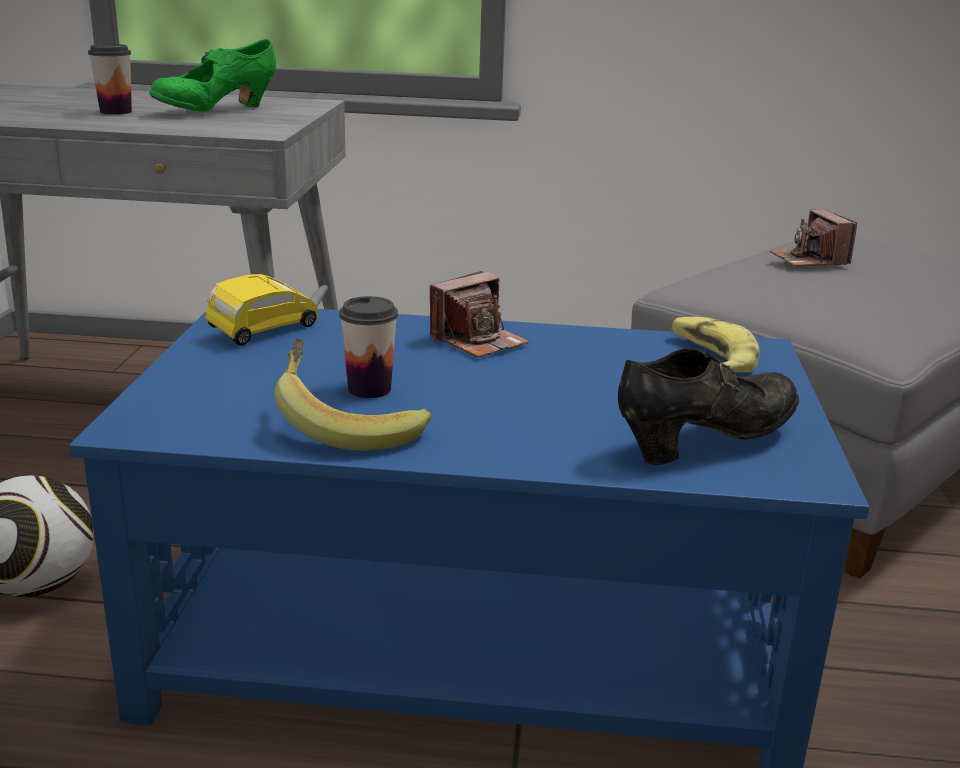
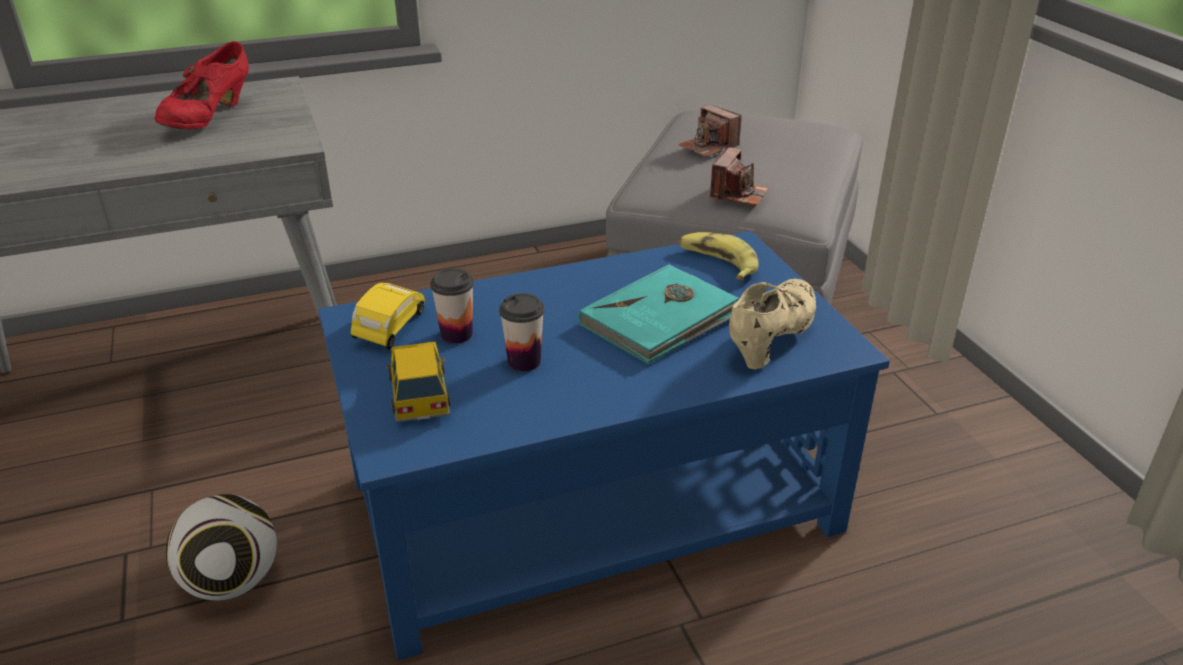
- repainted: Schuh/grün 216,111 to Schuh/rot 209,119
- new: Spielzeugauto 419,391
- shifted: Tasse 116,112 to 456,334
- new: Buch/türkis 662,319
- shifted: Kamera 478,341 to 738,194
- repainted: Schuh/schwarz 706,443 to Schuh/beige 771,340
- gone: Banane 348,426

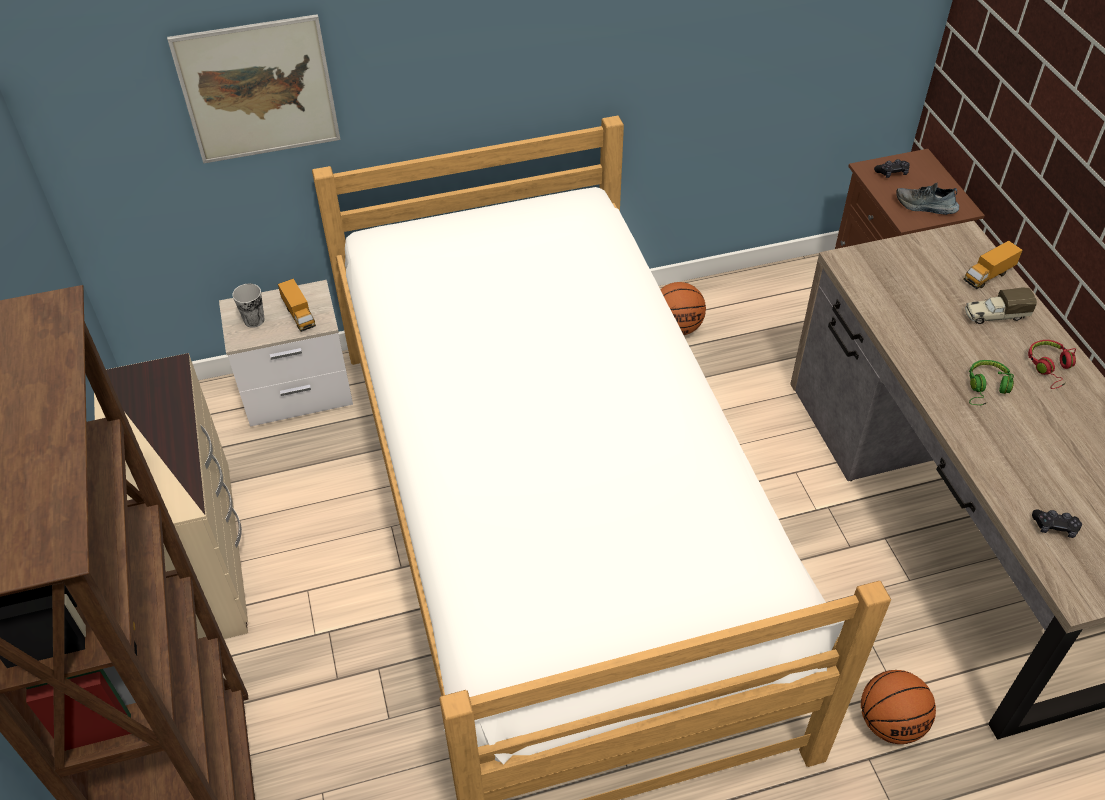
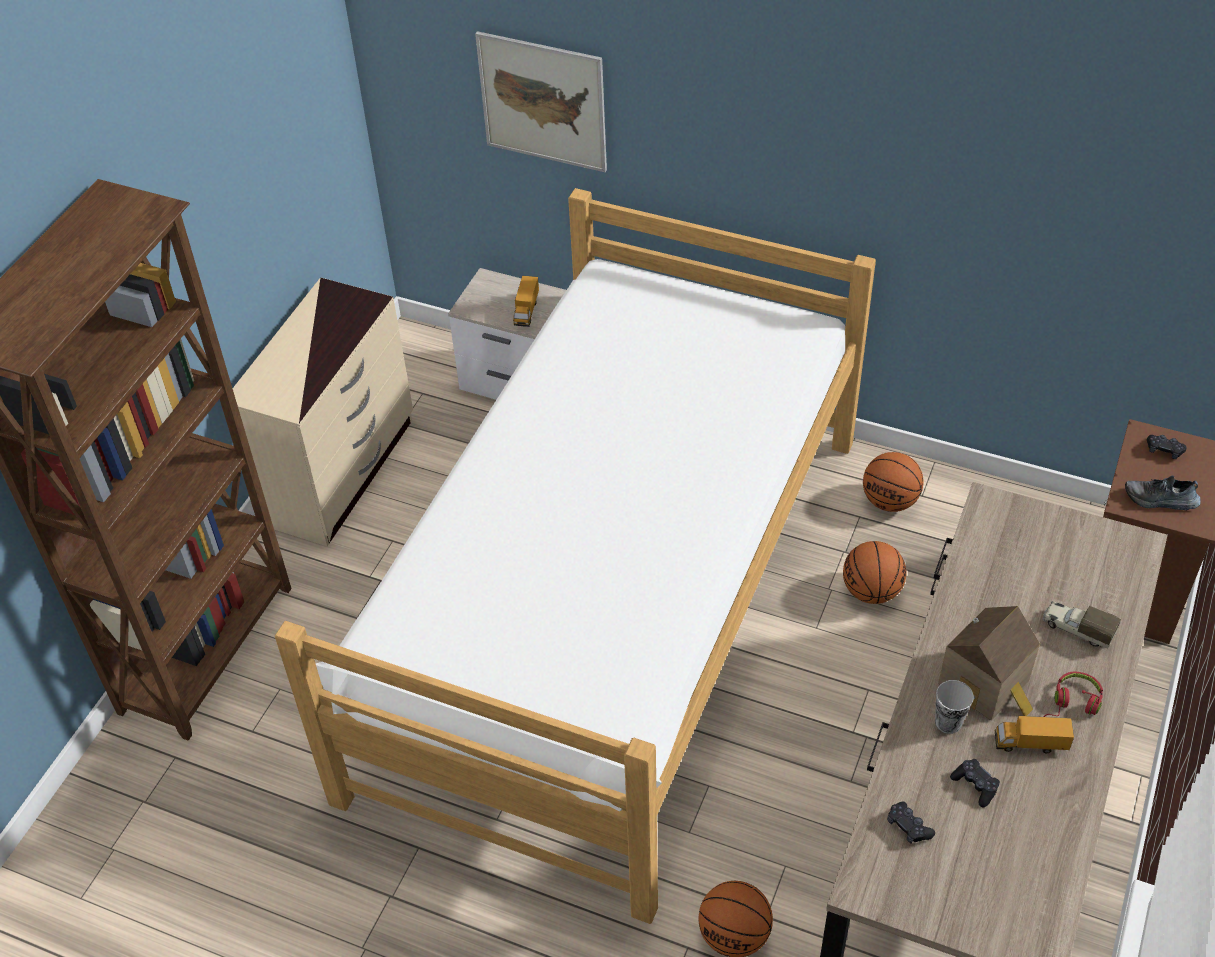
- new: Basketball 871,591
- shifted: Tasse 254,320 to 948,722
- swapped: Kopfhörer/grün 986,388 to Spielzeughaus 987,684
- new: Gamepad/schwarz 975,785
- shifted: Spielzeuglaster 988,276 to 1030,744
- rotated: Schuh 925,206 = 1160,500 45 degrees counterclockwise

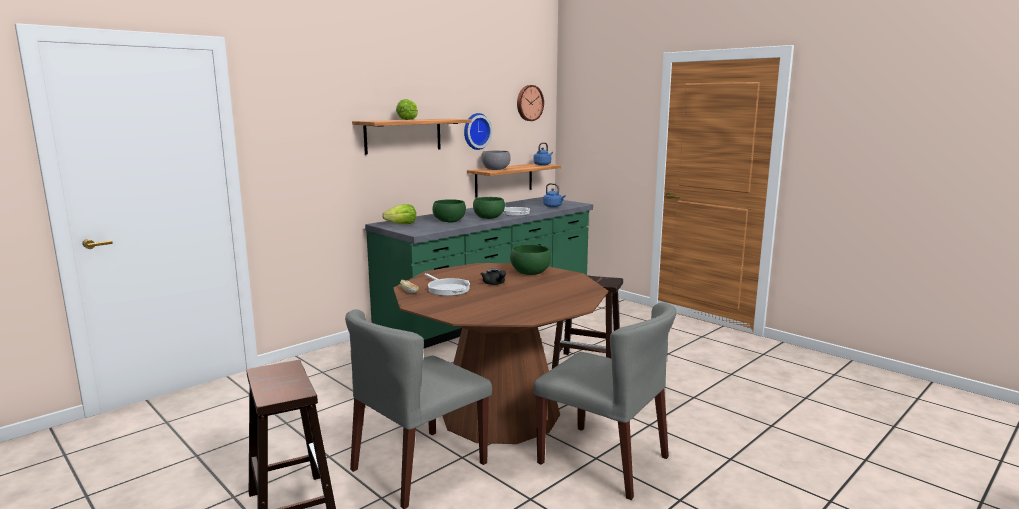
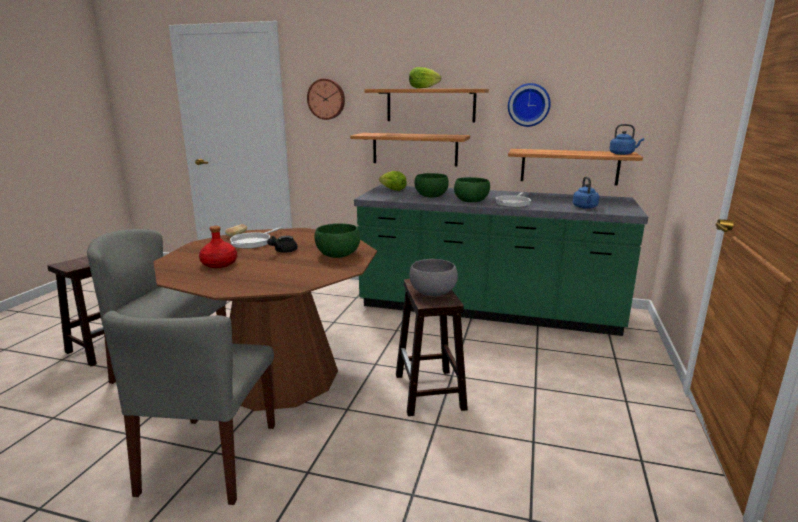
- new: Flasche/rot 220,264
- shifted: Wanduhr 529,103 to 326,99
- new: Wandregal 414,149
- shifted: Schüssel/grau 496,169 to 433,292

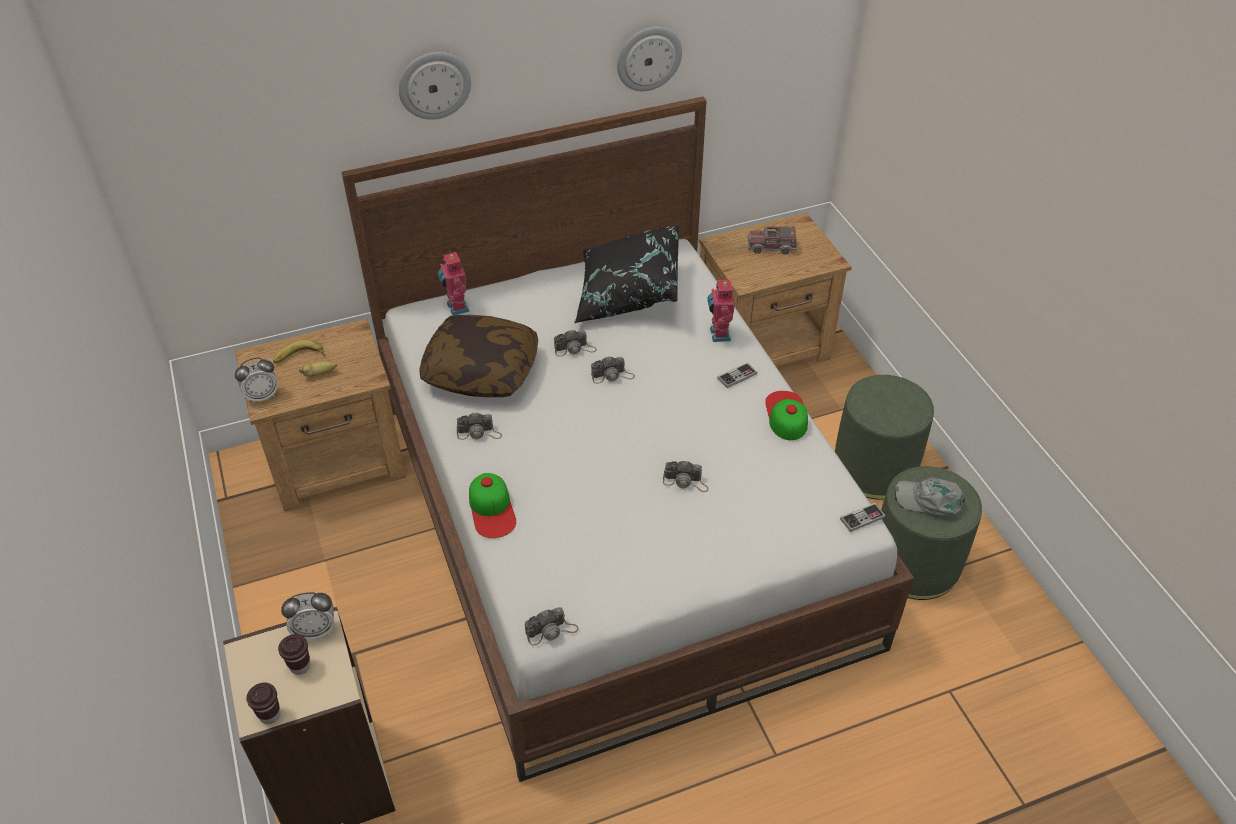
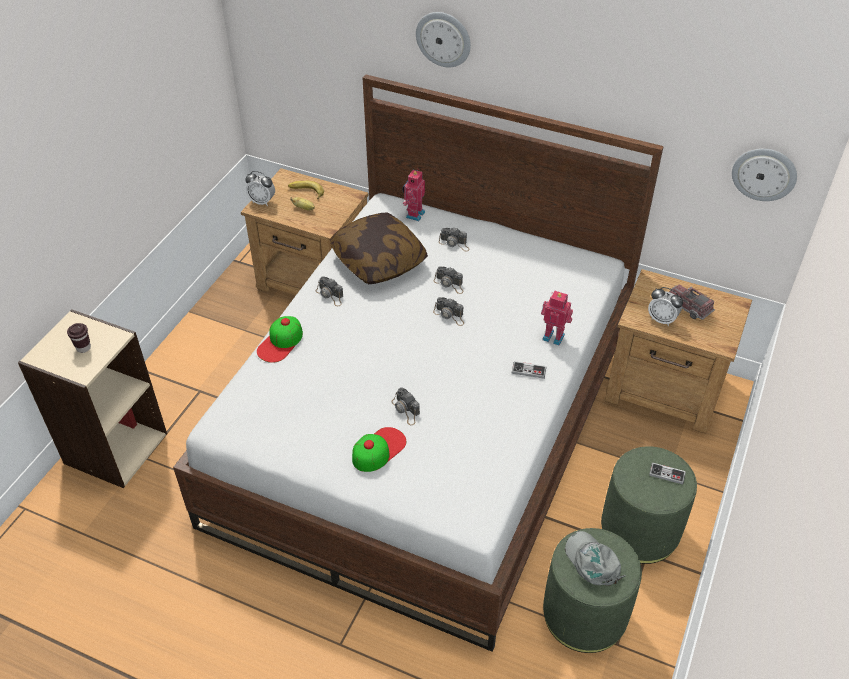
- shifted: Kappe 786,415 to 378,449
- shifted: Kamera 551,631 to 454,243
- rotated: Spielzeugroboter 718,334 = 554,336 75 degrees clockwise
- shifted: Wecker 315,631 to 661,319
- shifted: Gamepad 862,518 to 667,474
- shifted: Wanduhr 648,58 to 764,174
- gone: Tasse/braun 270,715
- gone: Kissen/schwarz 627,294

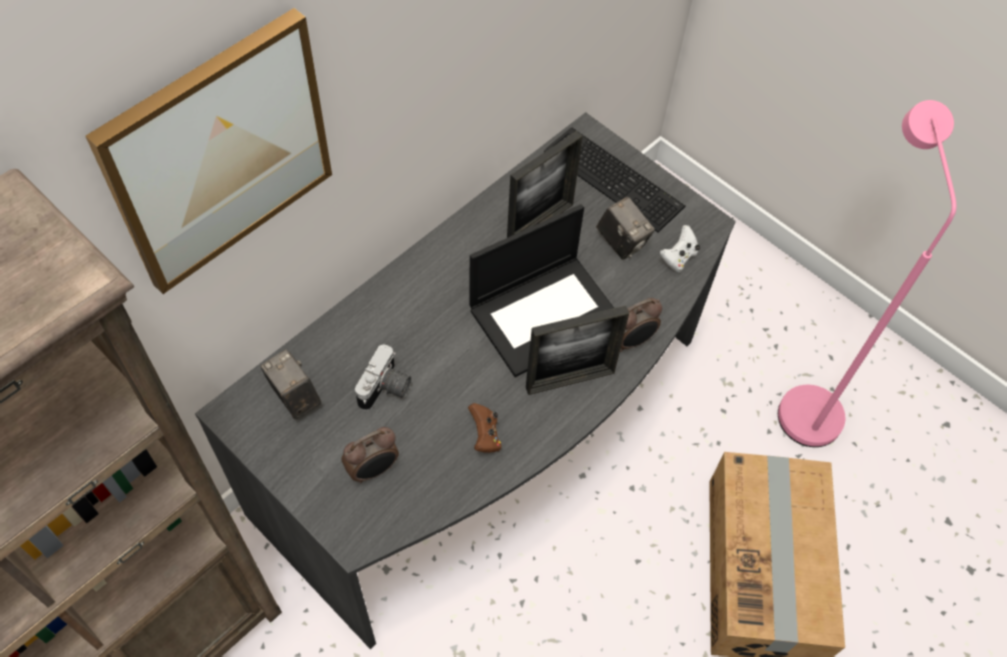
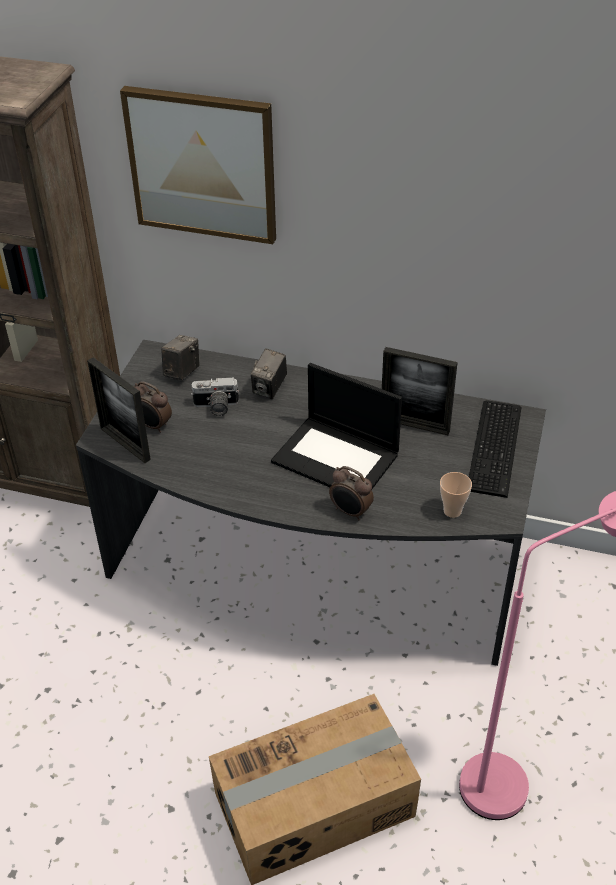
- shifted: Bilderrahmen 570,380 to 125,444
- shifted: Kamera 622,242 to 269,388
- swapped: Gamepad/weiß 678,257 to Tasse 452,511
- gone: Gamepad/braun 485,436

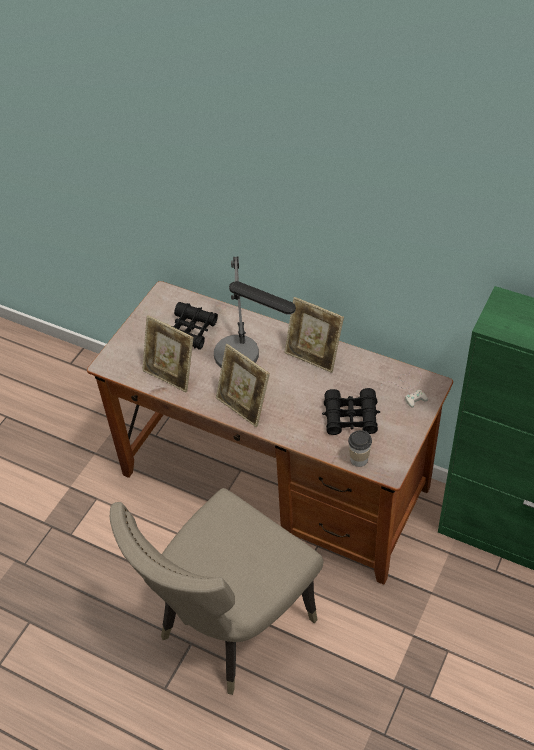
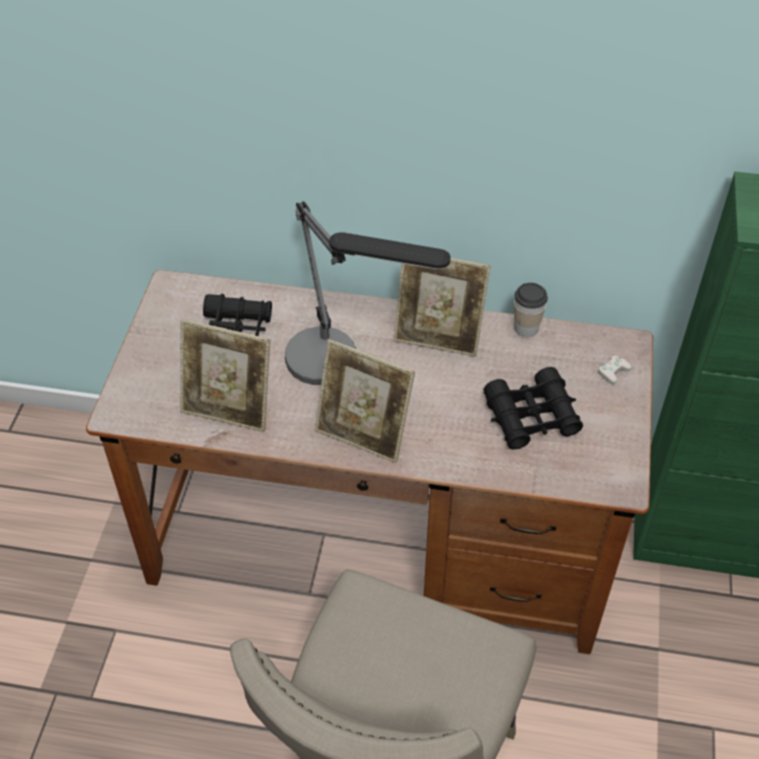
- shifted: Tasse 359,459 to 526,328

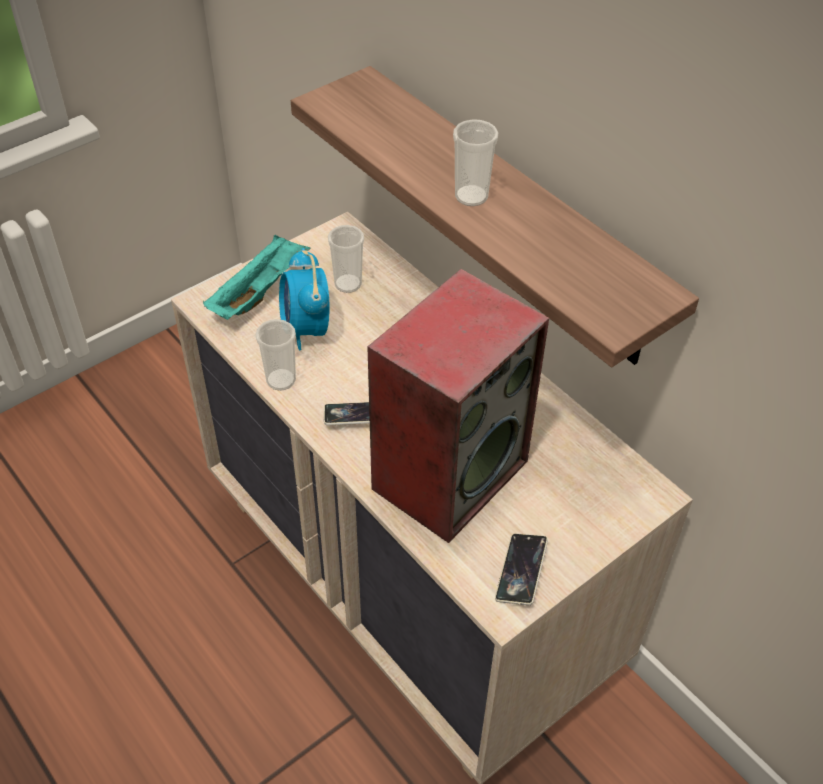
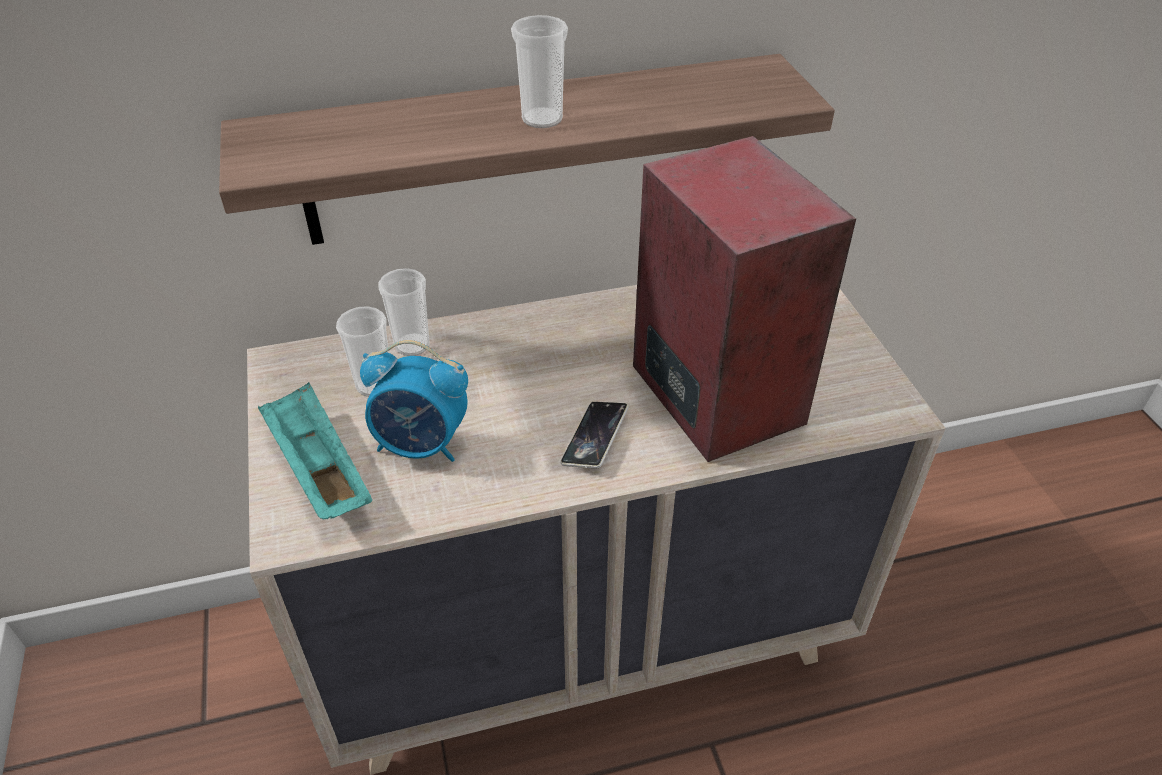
- shifted: Tasse 281,380 to 412,345
- gone: Handy 521,571

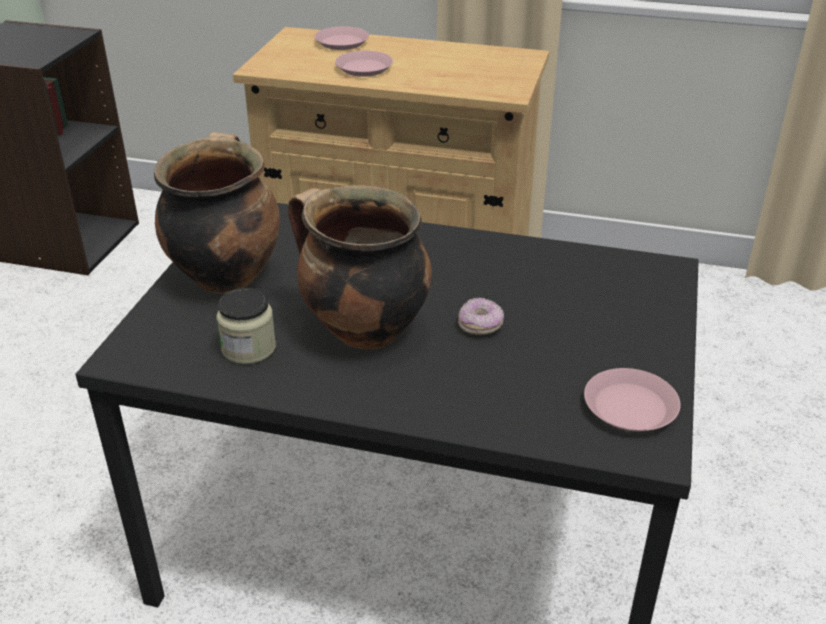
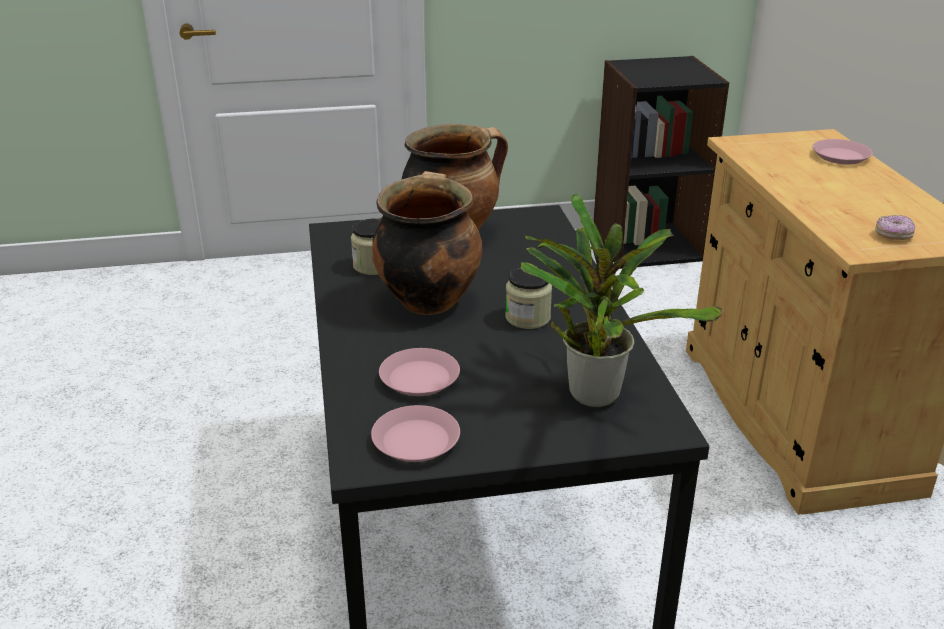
- shifted: Teller/rosa 364,68 to 419,379
- new: Vorratsglas 527,318
- new: Topfpflanze 592,391
- shifted: Donut 480,326 to 893,236

